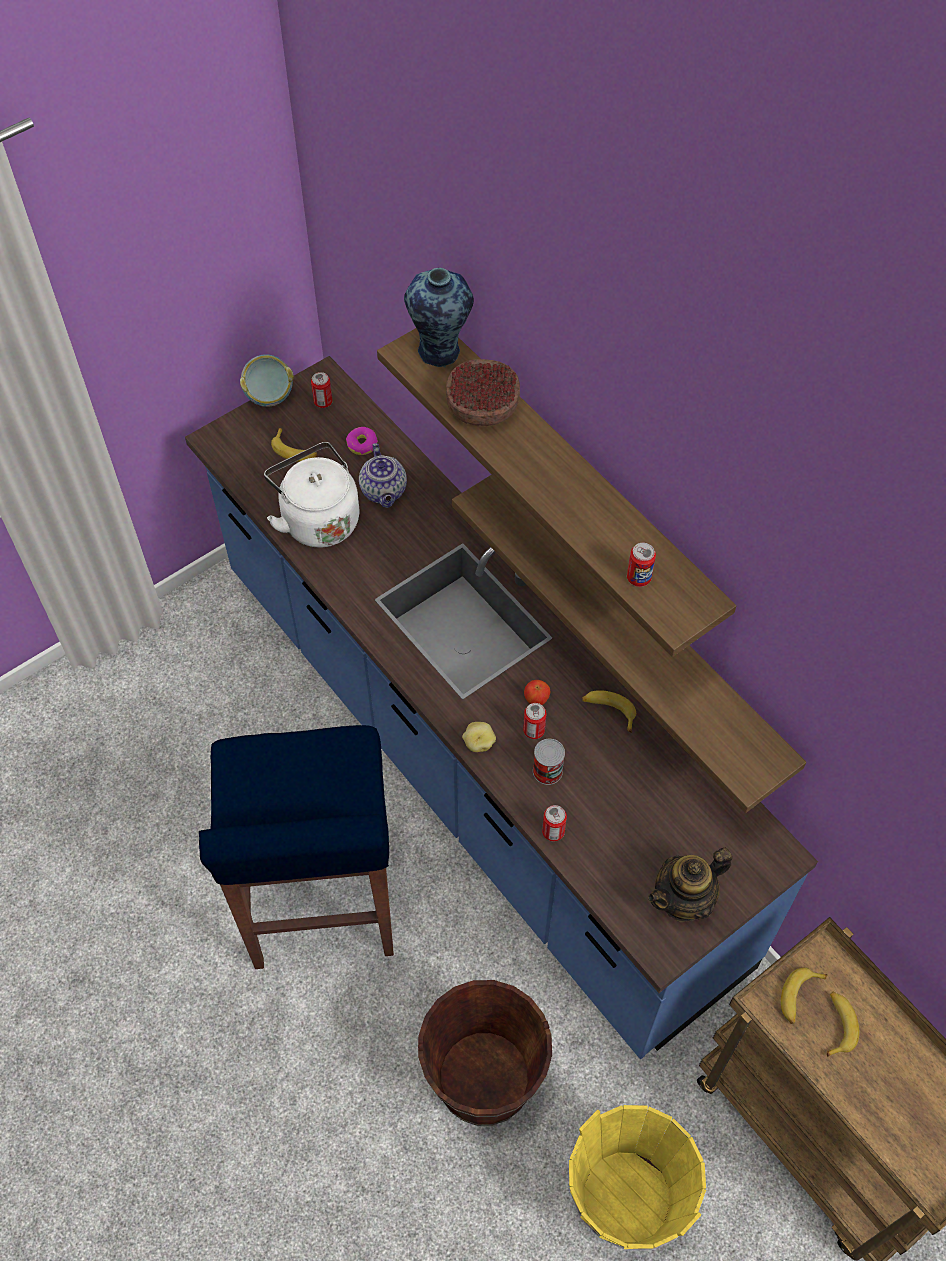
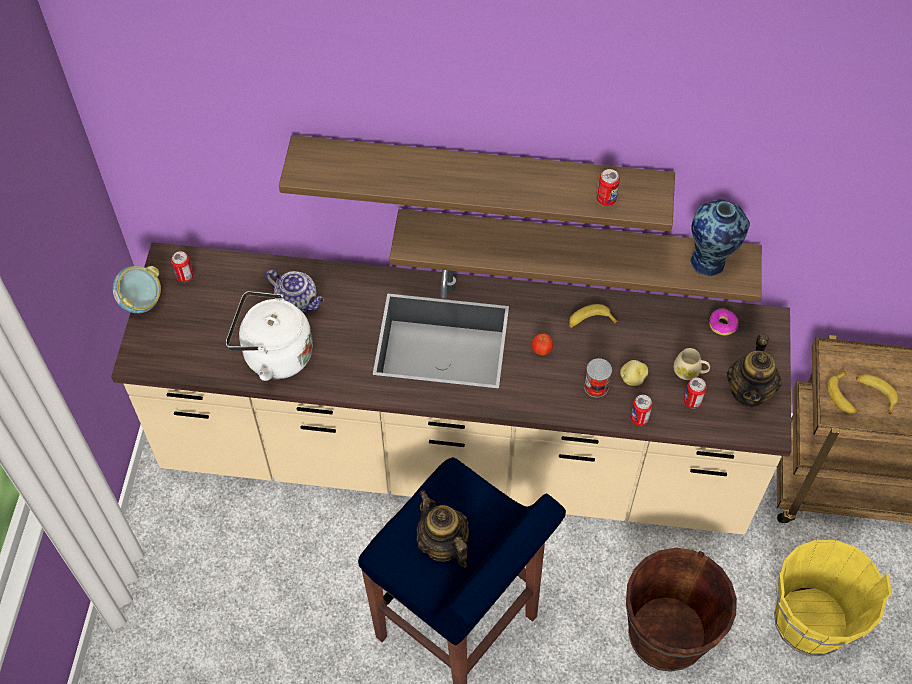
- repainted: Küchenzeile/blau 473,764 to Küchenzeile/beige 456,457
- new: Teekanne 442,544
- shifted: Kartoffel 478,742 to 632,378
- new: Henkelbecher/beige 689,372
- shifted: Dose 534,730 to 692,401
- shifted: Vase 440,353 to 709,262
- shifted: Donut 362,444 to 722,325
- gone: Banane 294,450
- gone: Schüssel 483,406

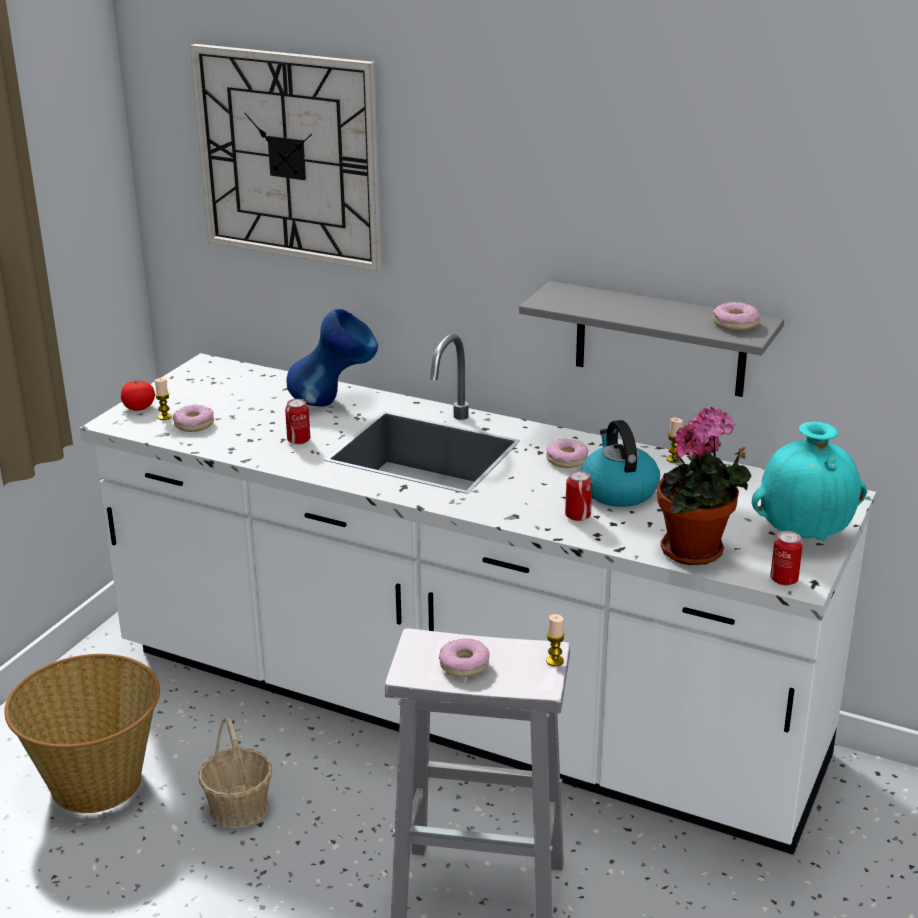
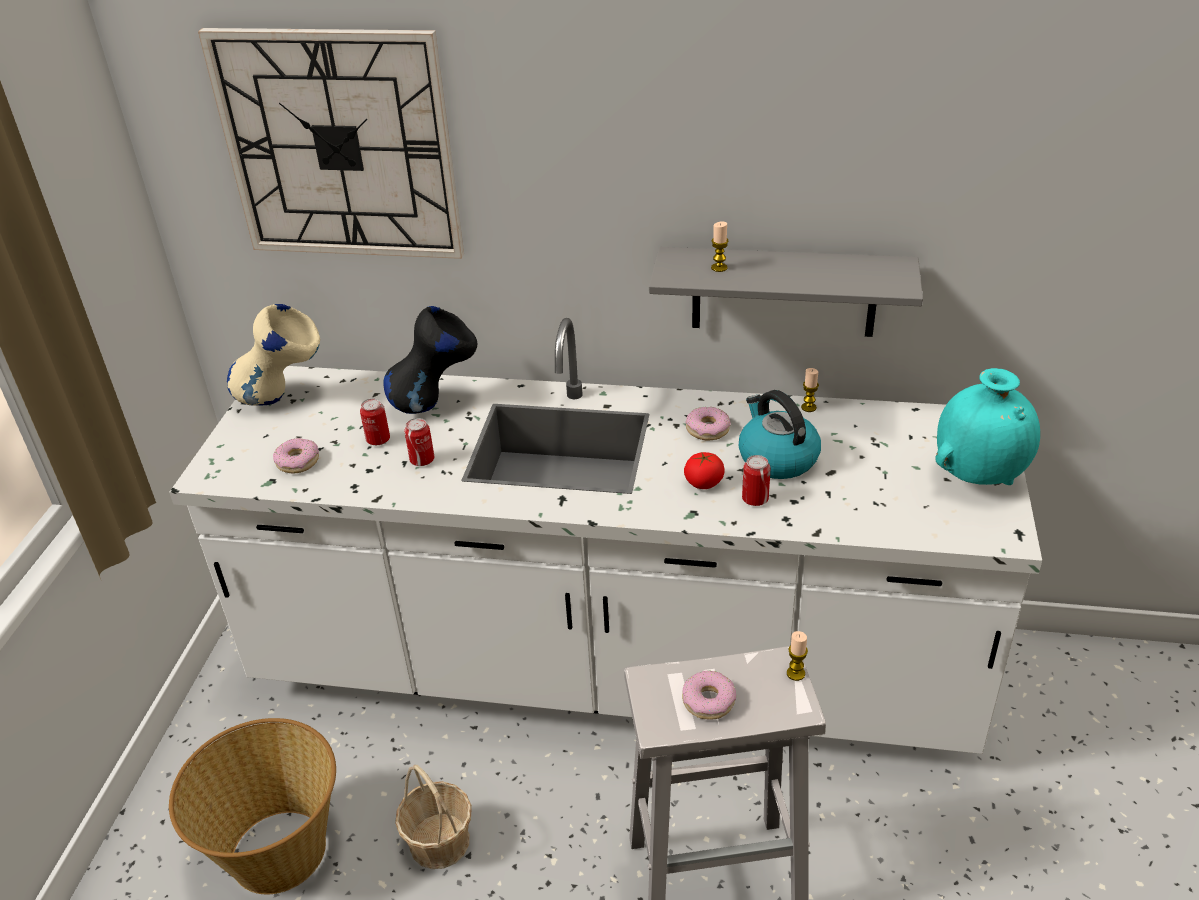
- new: Vase/beige 284,399
- shifted: Dose 784,580 to 378,440
- repainted: Vase/blau 335,403 to Vase/schwarz 437,403
- shifted: Tomate 139,407 to 704,483
- shifted: Kerze 164,417 to 719,268
- gone: Topfpflanze 697,553
- gone: Donut 735,324

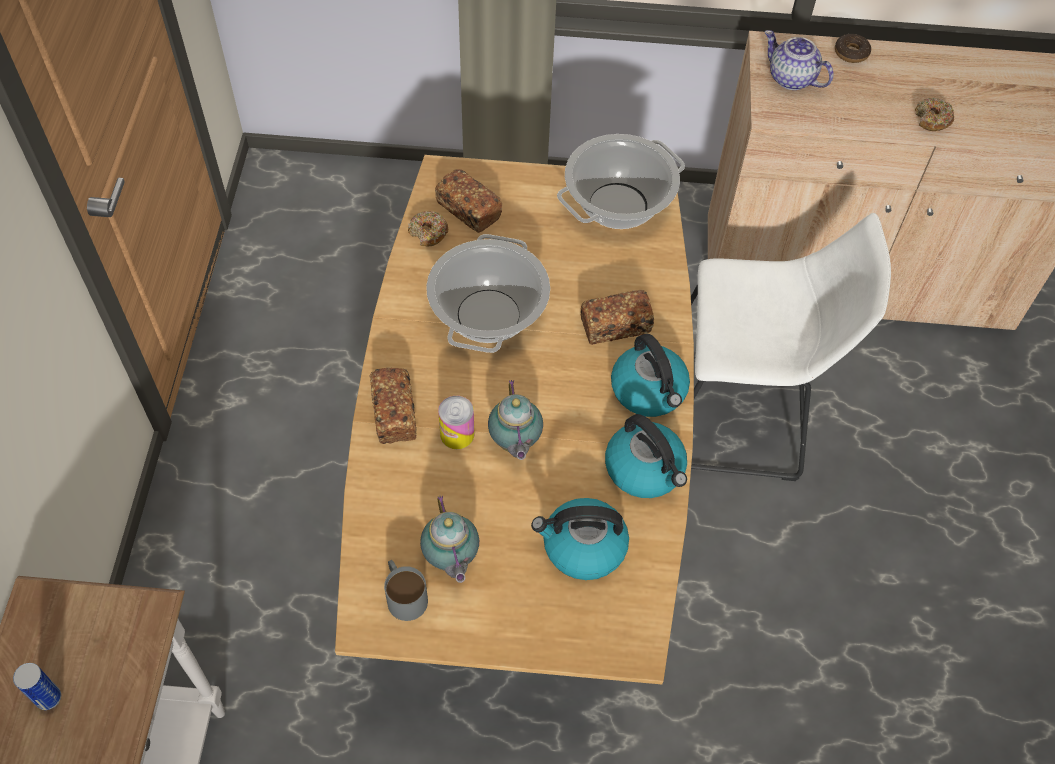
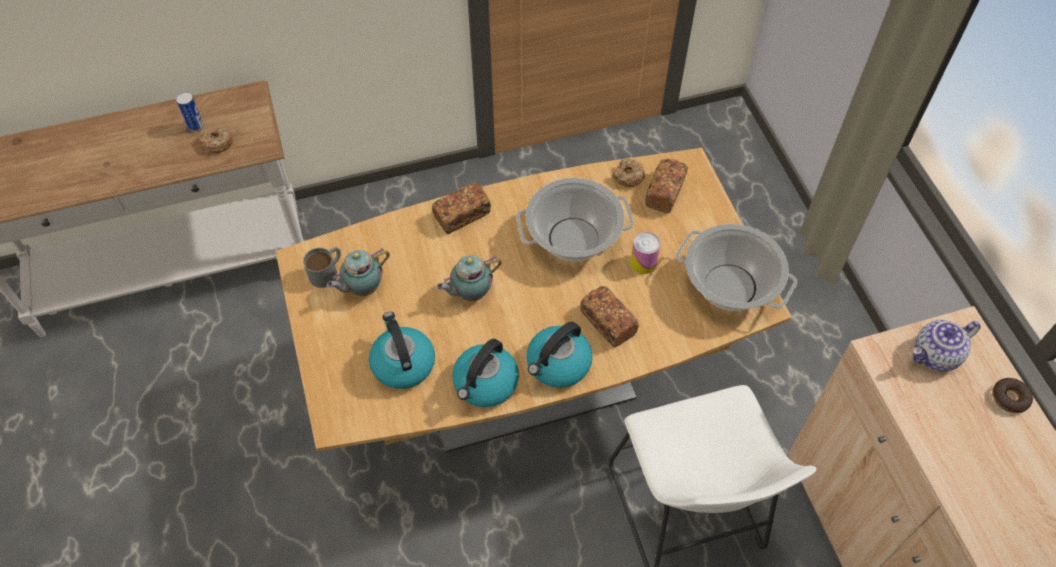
- shifted: Donut 932,119 to 217,143
- shifted: Dose 457,434 to 643,263
- rotated: Teekanne 790,78 = 935,355 135 degrees counterclockwise

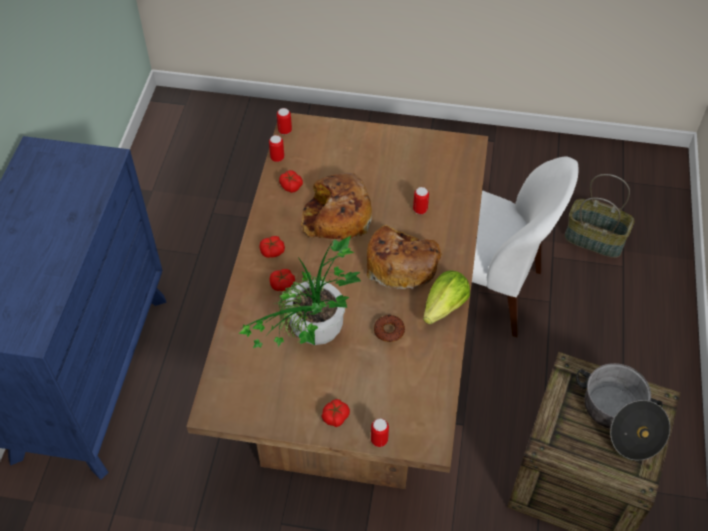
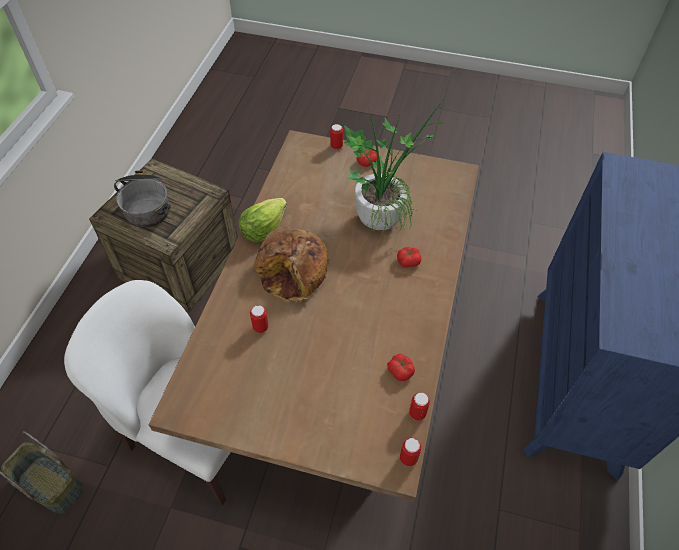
- gone: Tomate 272,251
- gone: Brot 336,216
- gone: Donut 388,330

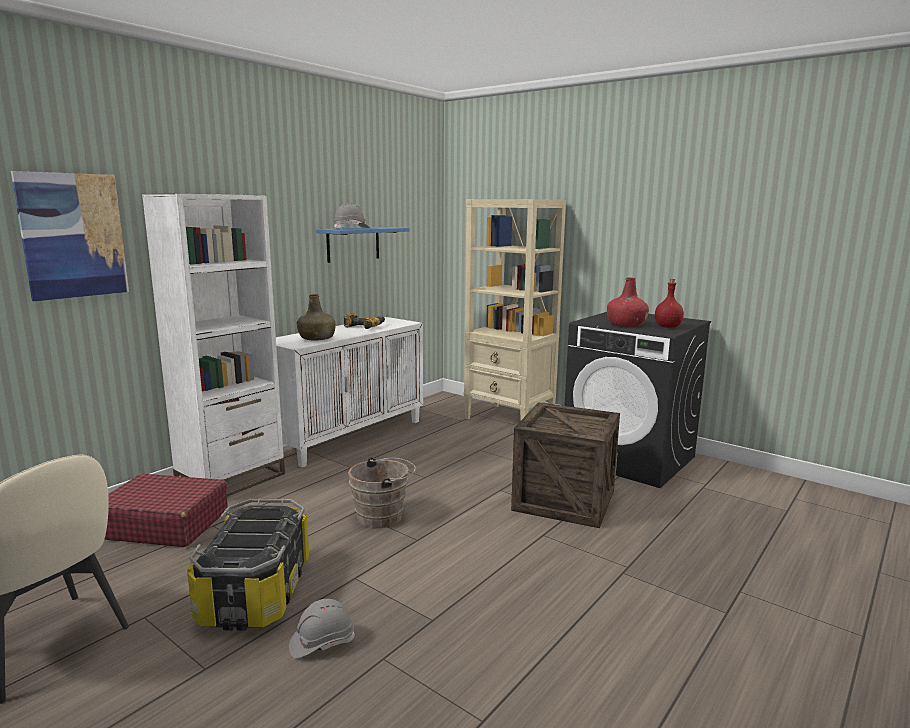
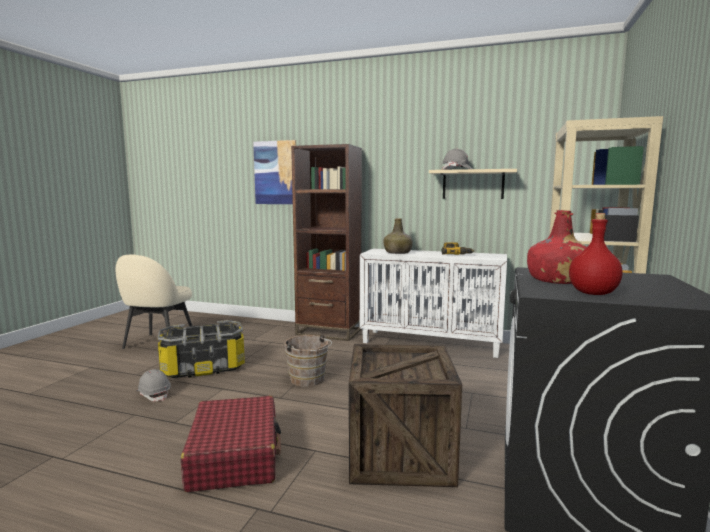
- shifted: Koffer/rot 164,524 to 235,455
- repainted: Bücherregal/weiß 231,480 to Bücherregal/braun 329,332
- repainted: Wandregal/blau 353,244 to Wandregal/beige 473,184

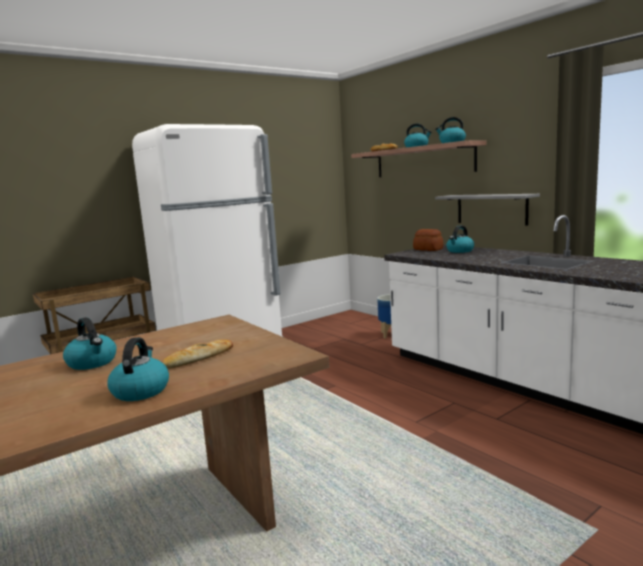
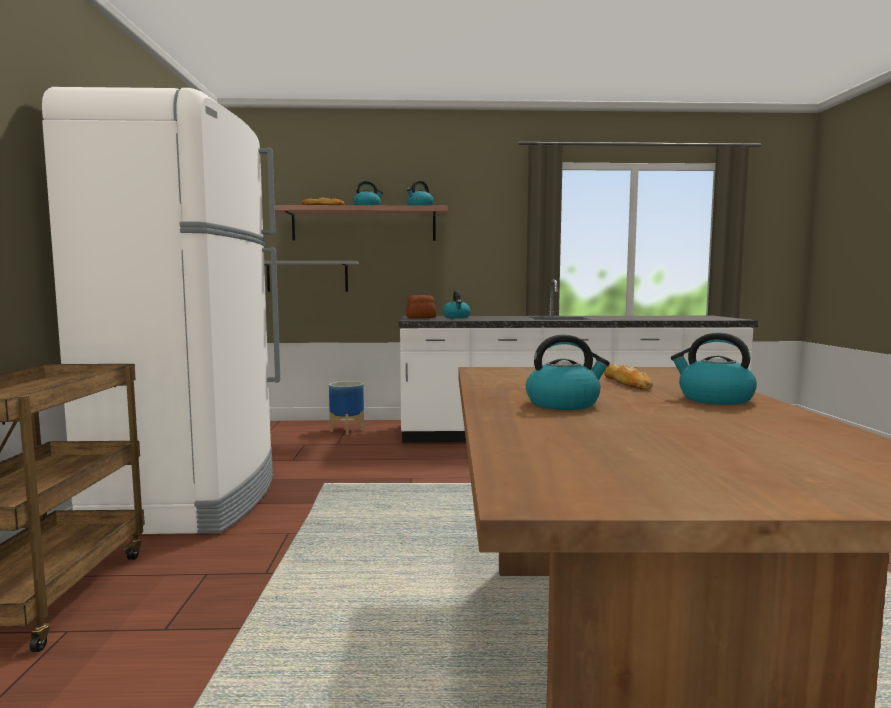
- shifted: Wandregal/grau 491,209 to 307,276

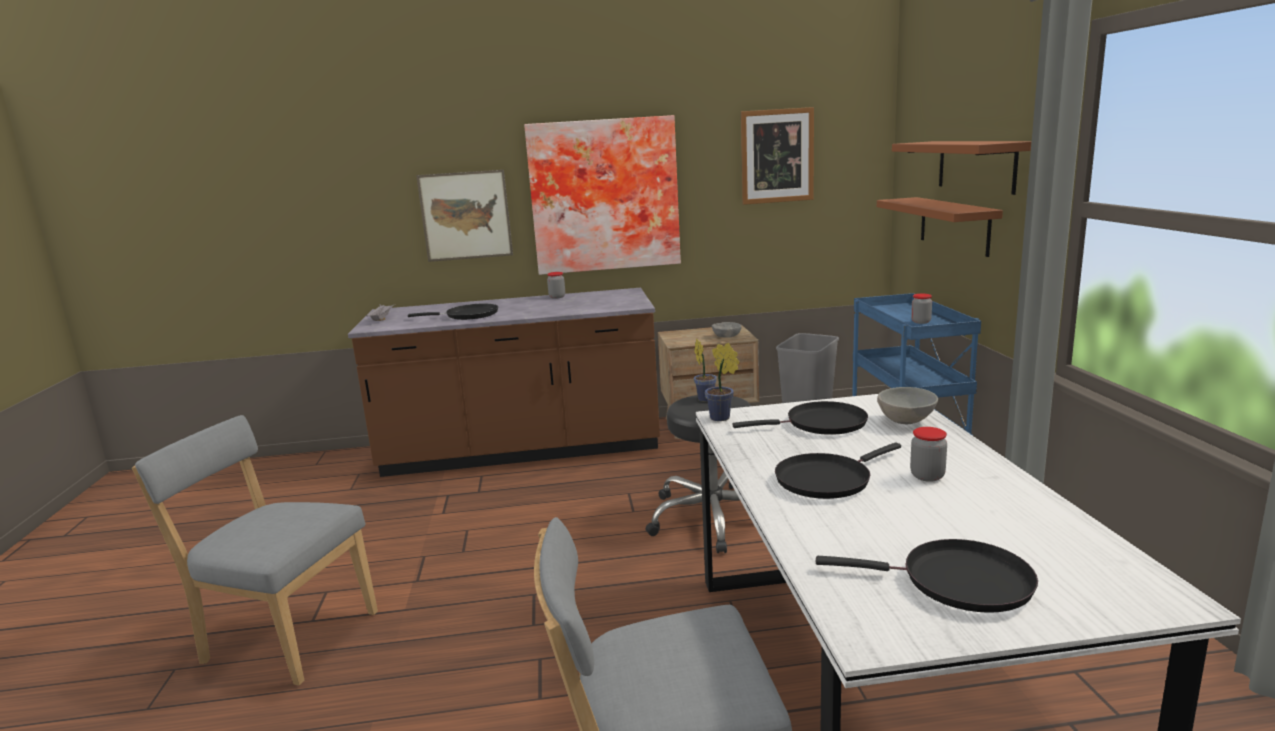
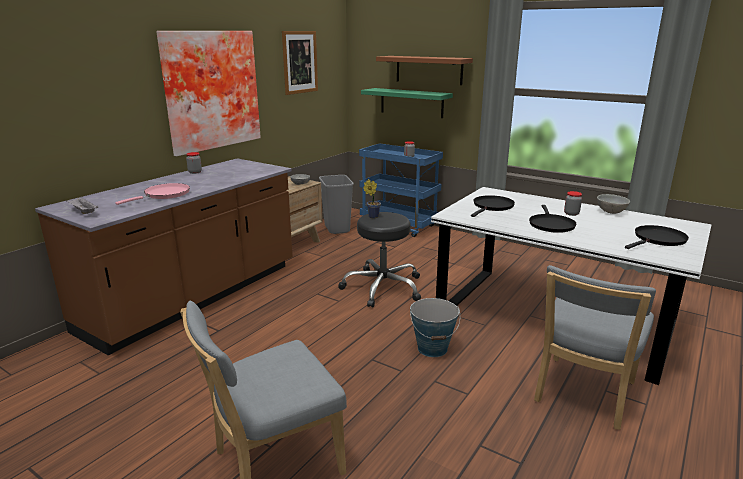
- repainted: Pfanne/schwarz 468,315 to Pfanne/rosa 164,195
- repainted: Wandregal/braun 954,225 to Wandregal/grün 411,102
- new: Eimer 432,348
- shifted: Schüssel/grau 907,421 to 611,212
- gone: Bild 466,215
- gone: Topfpflanze 722,418

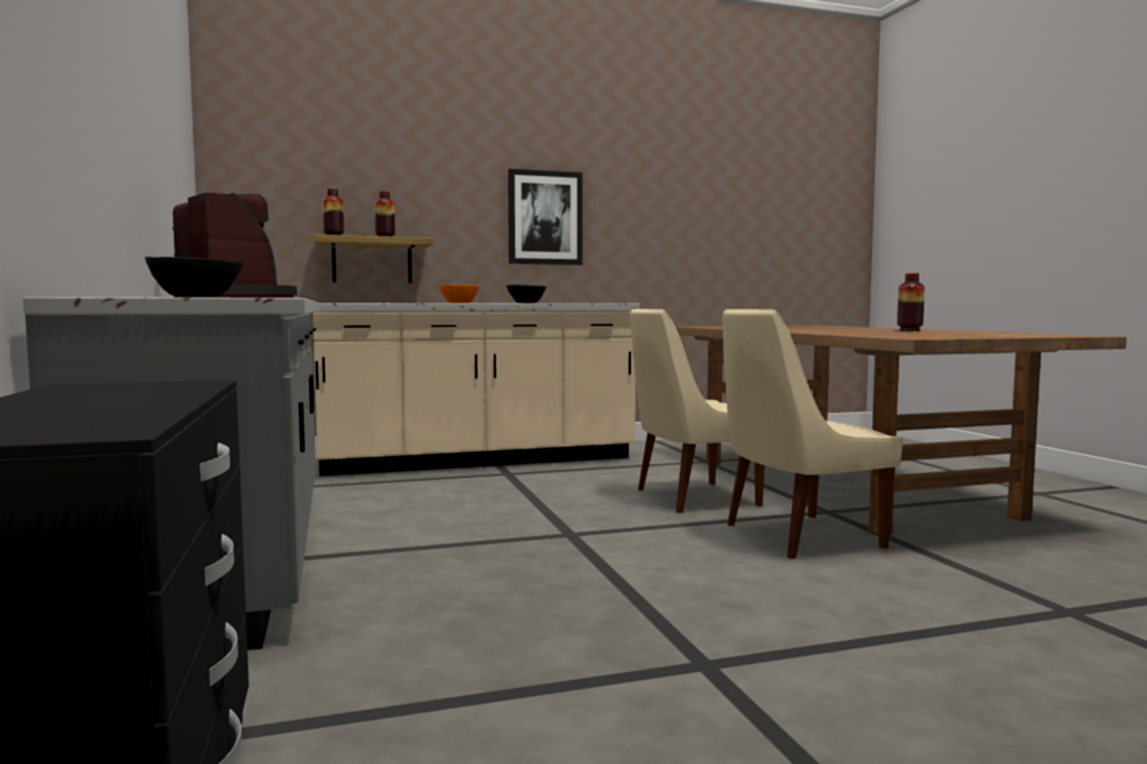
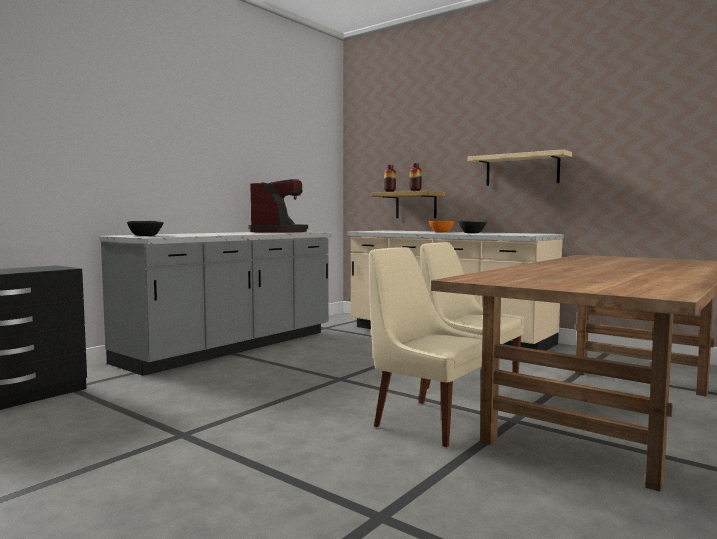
- swapped: Bild 545,218 to Wandregal/beige 522,170
- gone: Vase 909,330

